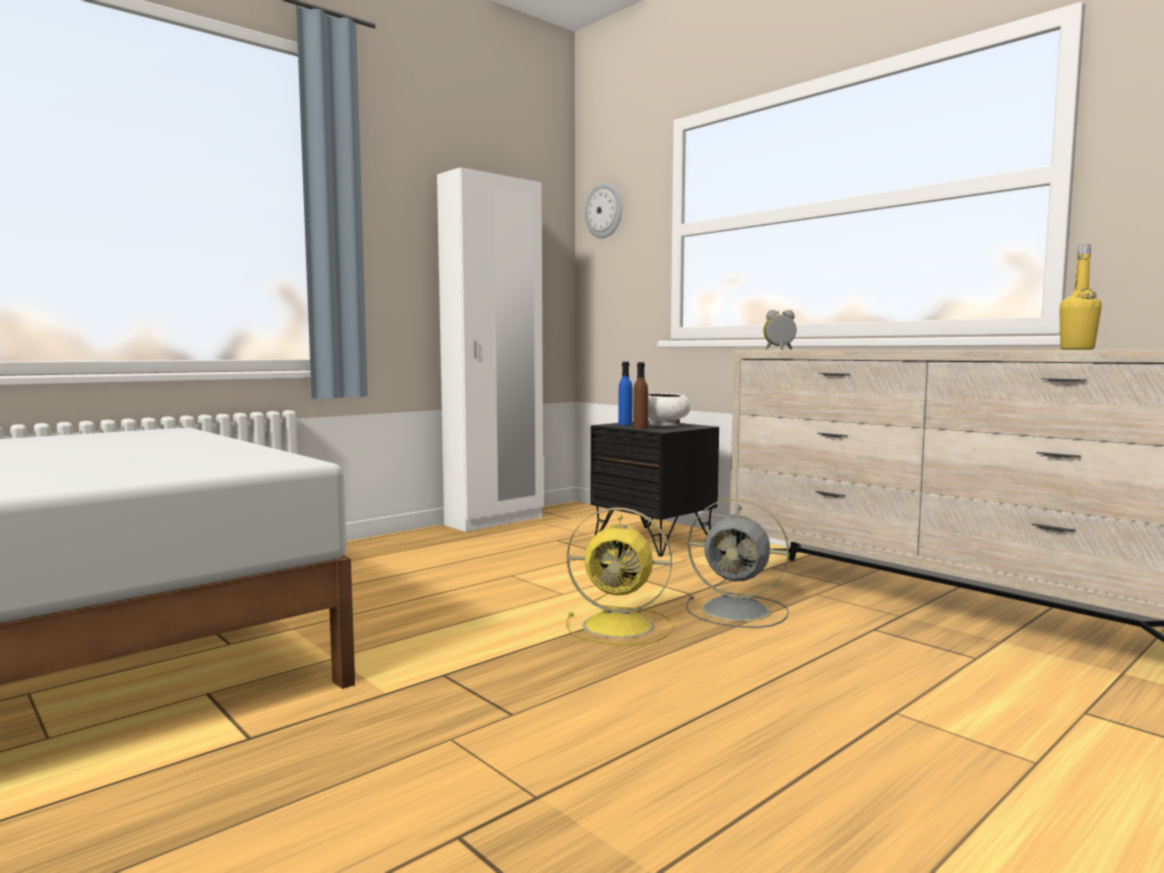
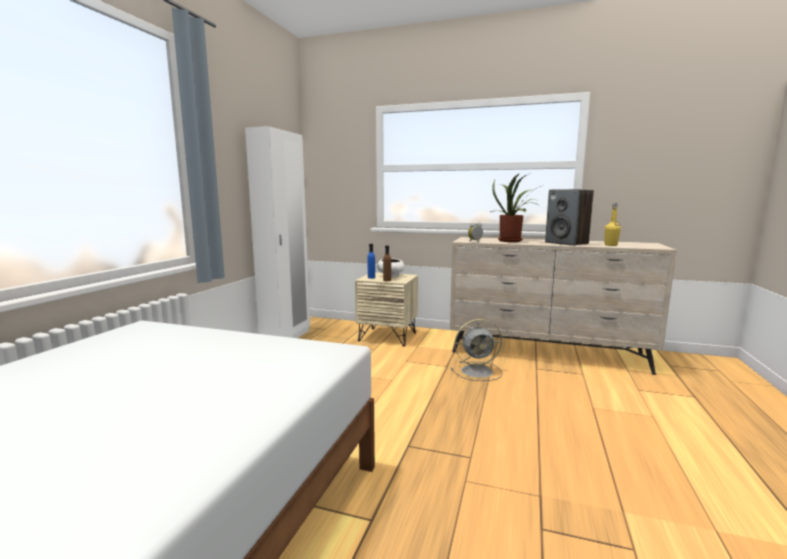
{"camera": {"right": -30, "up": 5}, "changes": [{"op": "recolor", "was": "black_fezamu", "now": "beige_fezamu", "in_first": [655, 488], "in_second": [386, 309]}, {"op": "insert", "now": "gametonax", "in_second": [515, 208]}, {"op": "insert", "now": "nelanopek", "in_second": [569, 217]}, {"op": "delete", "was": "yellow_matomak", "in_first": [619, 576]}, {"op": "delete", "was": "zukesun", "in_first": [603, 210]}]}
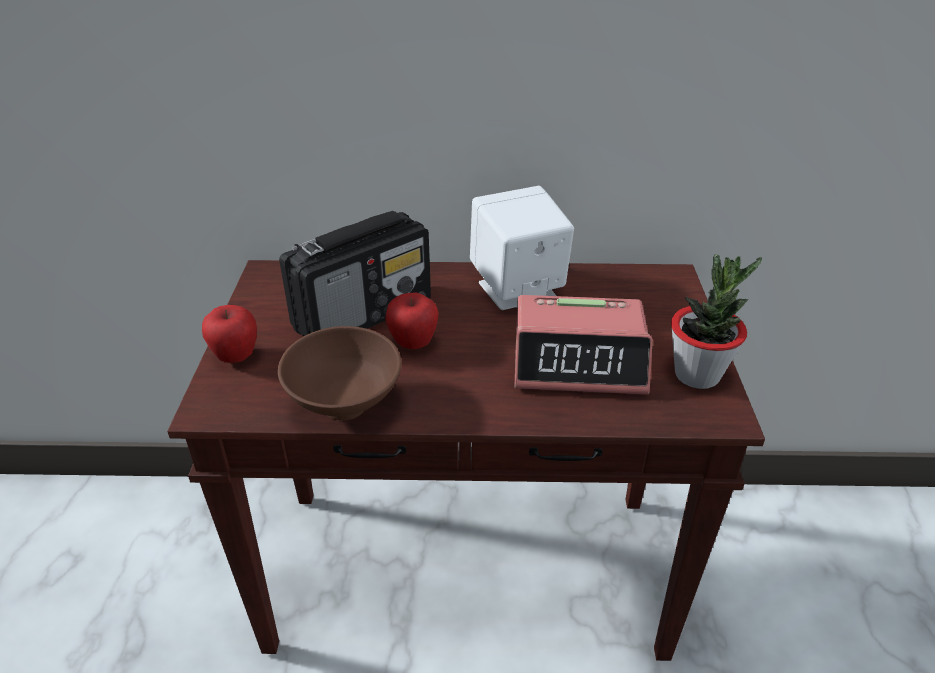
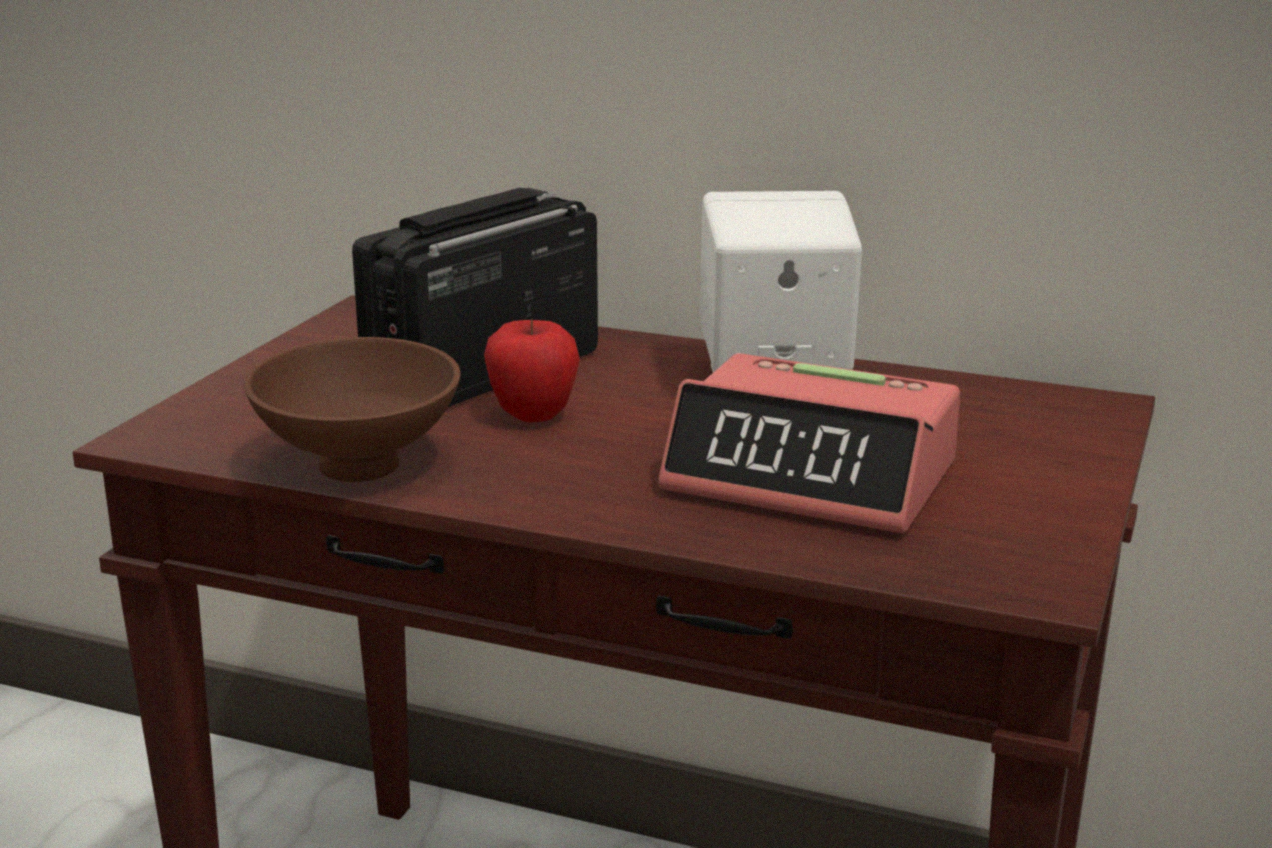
{"camera": {"right": 20, "up": -15}, "changes": [{"op": "rotate", "was": "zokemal", "in_first": [355, 273], "in_second": [475, 297], "clockwise": 150}, {"op": "delete", "was": "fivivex", "in_first": [229, 334]}, {"op": "delete", "was": "gametonax", "in_first": [716, 321]}]}
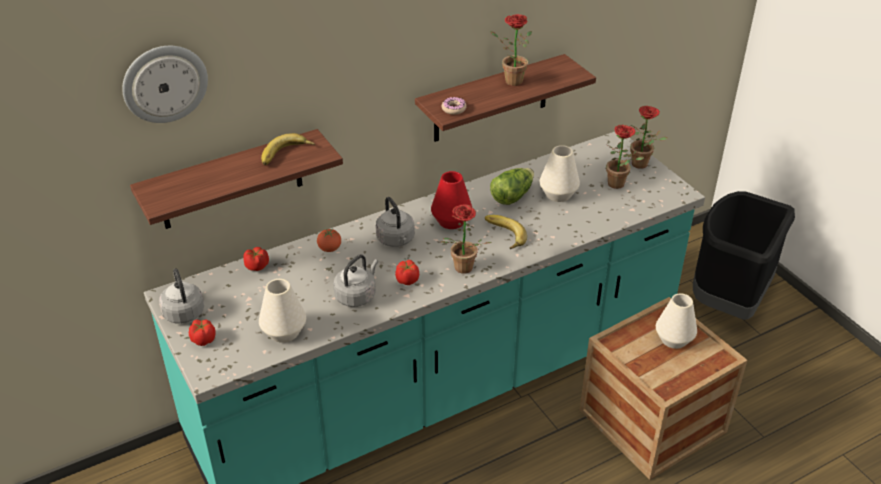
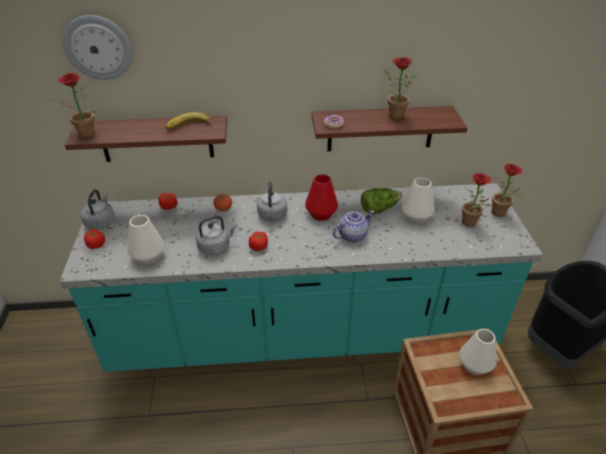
{"camera": {"right": 25, "up": 0}, "changes": [{"op": "move", "was": "gametonax", "in_first": [467, 238], "in_second": [71, 105]}, {"op": "replace", "was": "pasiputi", "now": "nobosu", "in_first": [506, 232], "in_second": [354, 226]}]}
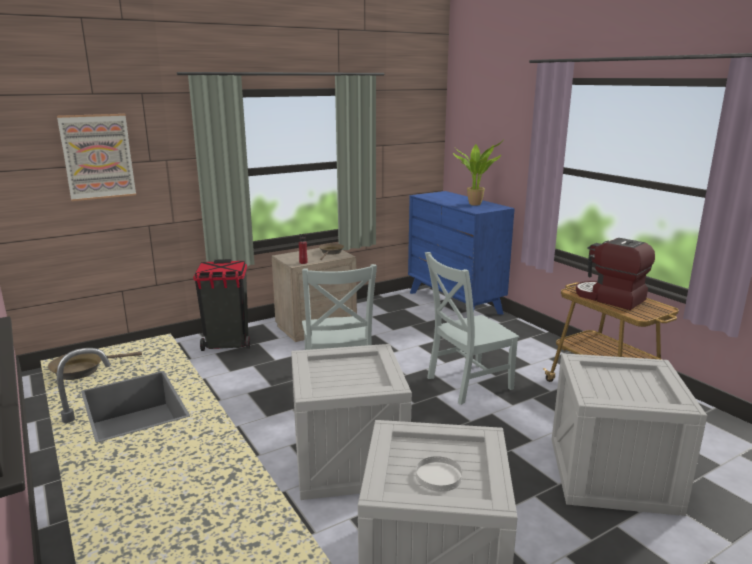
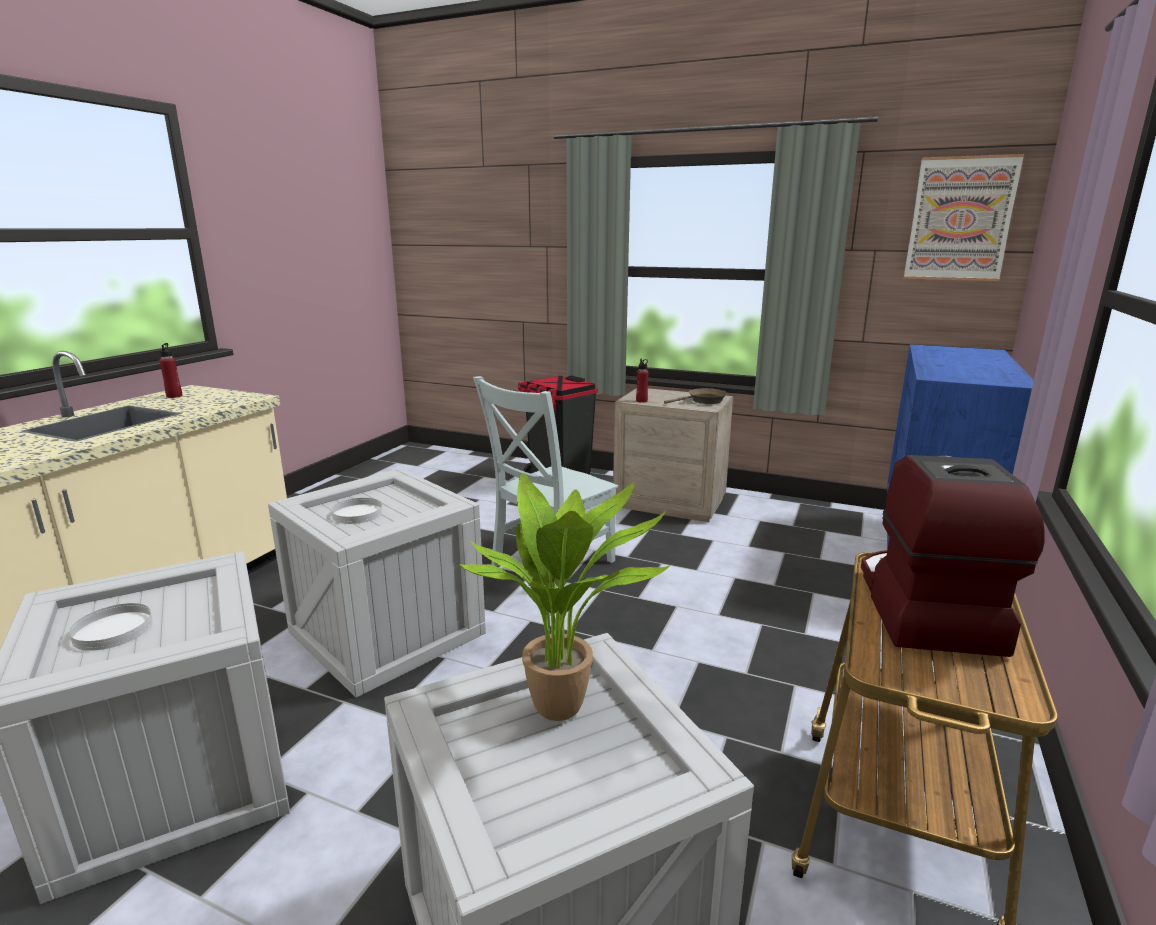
{"camera": {"right": 55, "up": 0}, "changes": [{"op": "replace", "was": "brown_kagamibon", "now": "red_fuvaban", "in_first": [95, 366], "in_second": [170, 370]}, {"op": "insert", "now": "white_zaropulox", "in_second": [357, 511]}, {"op": "move", "was": "gametonax", "in_first": [478, 172], "in_second": [563, 597]}, {"op": "move", "was": "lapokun", "in_first": [96, 157], "in_second": [964, 217]}, {"op": "delete", "was": "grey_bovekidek", "in_first": [472, 328]}]}
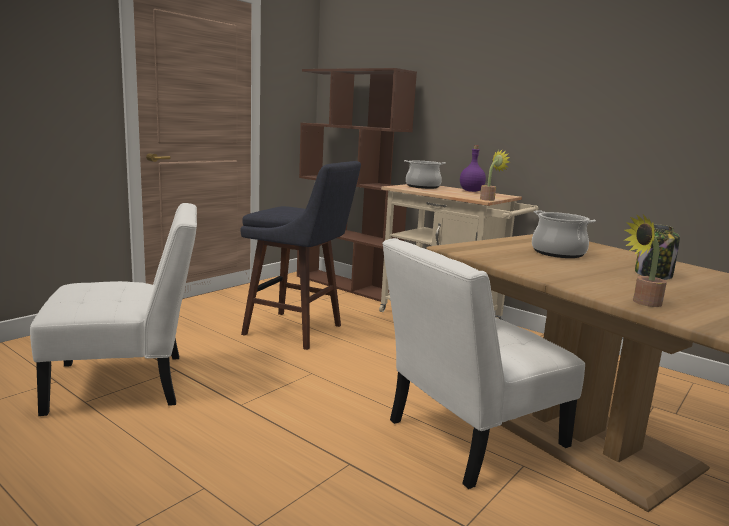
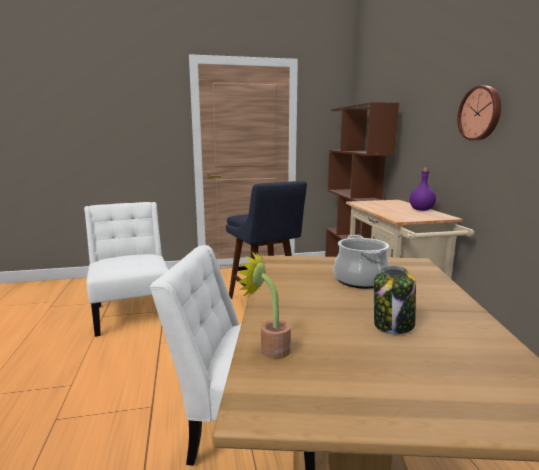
{"camera": {"right": 40, "up": 0}, "changes": [{"op": "rotate", "was": "white_bovekidek", "in_first": [113, 309], "in_second": [126, 269], "clockwise": -135}, {"op": "insert", "now": "zukesun", "in_second": [479, 113]}, {"op": "delete", "was": "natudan", "in_first": [425, 174]}, {"op": "delete", "was": "gametonax", "in_first": [495, 175]}]}
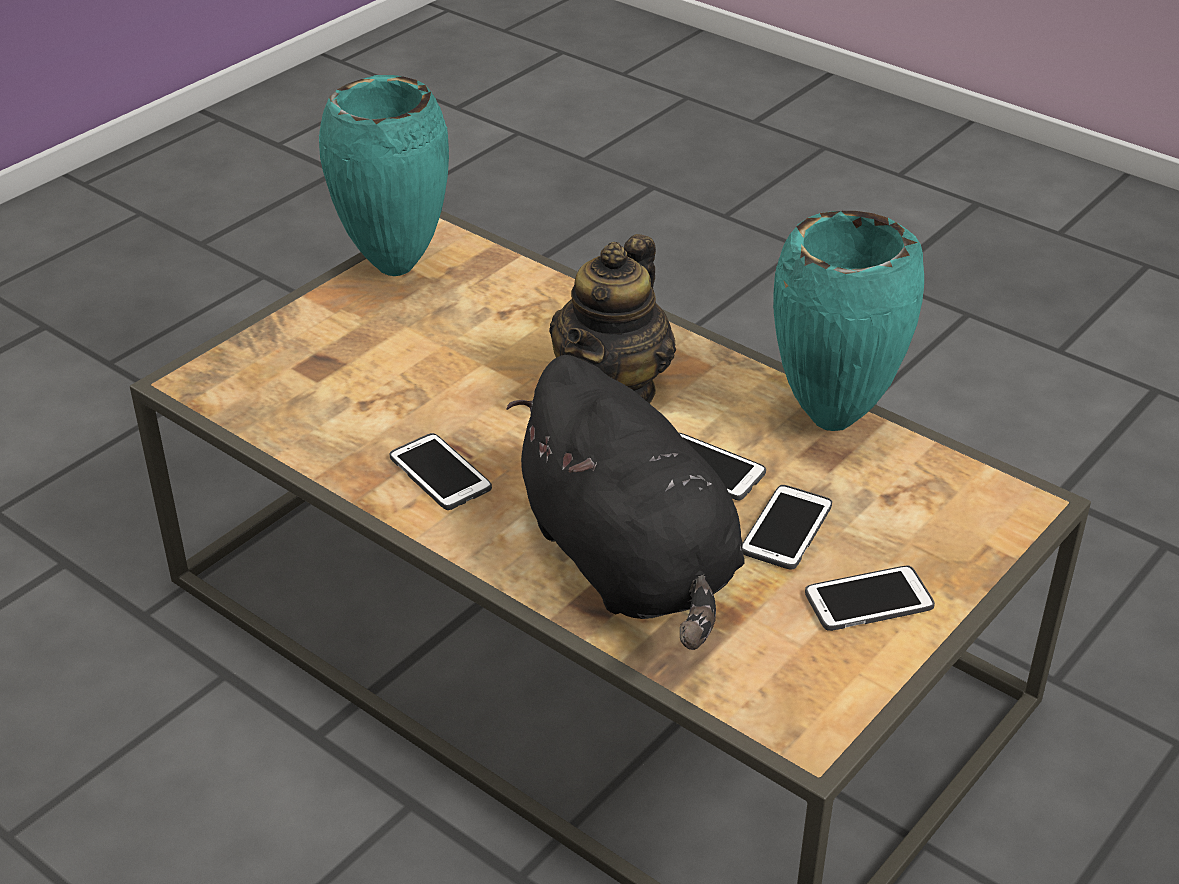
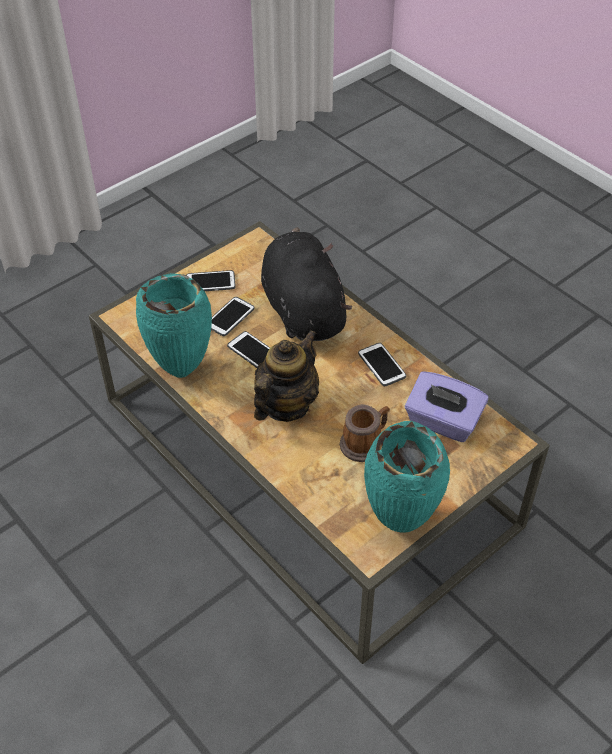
{"camera": {"right": -170, "up": 10}, "changes": [{"op": "insert", "now": "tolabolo", "in_second": [365, 433]}, {"op": "insert", "now": "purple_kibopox", "in_second": [447, 406]}]}
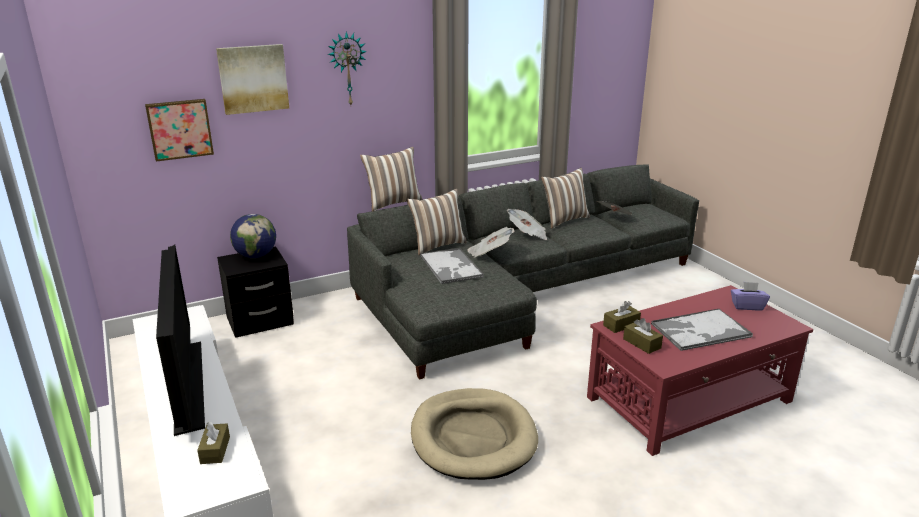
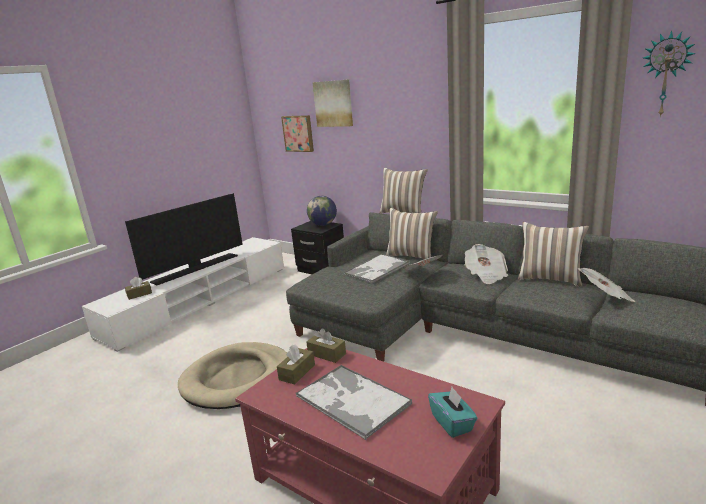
{"camera": {"right": 65, "up": -5}, "changes": [{"op": "recolor", "was": "purple_kibopox", "now": "turquoise_kibopox", "in_first": [750, 296], "in_second": [452, 412]}, {"op": "move", "was": "zukesun", "in_first": [347, 68], "in_second": [669, 74]}]}
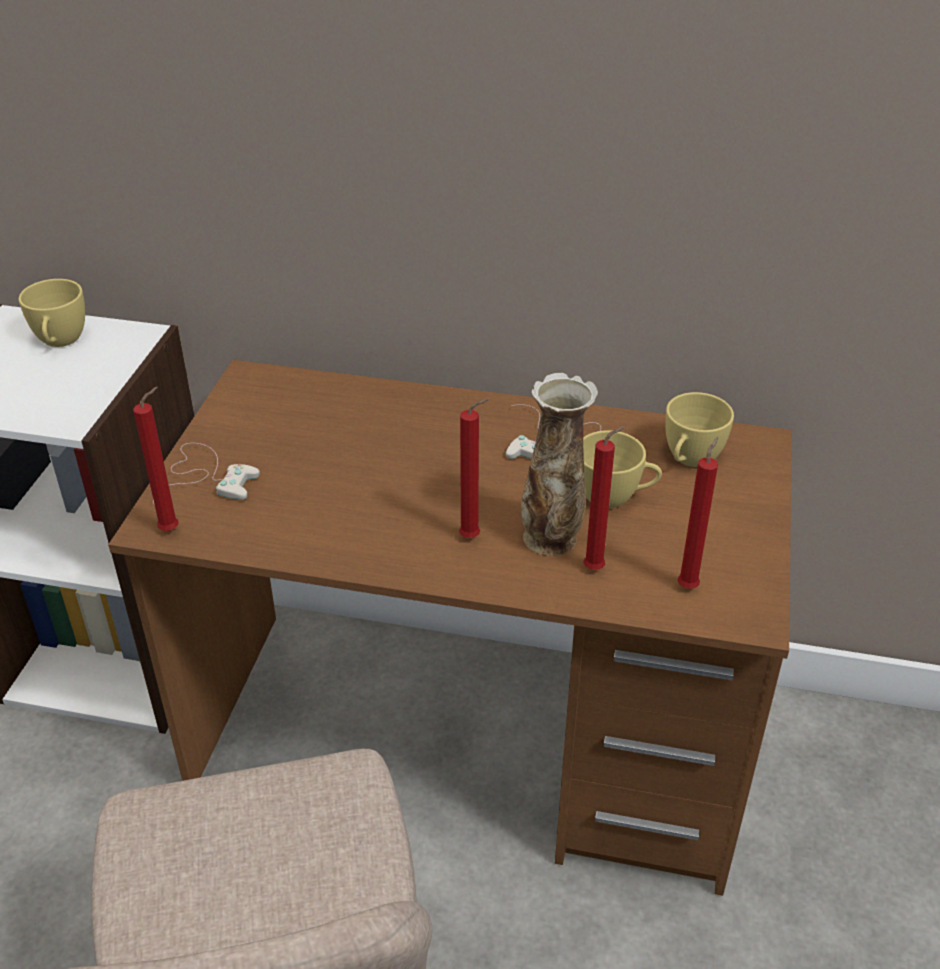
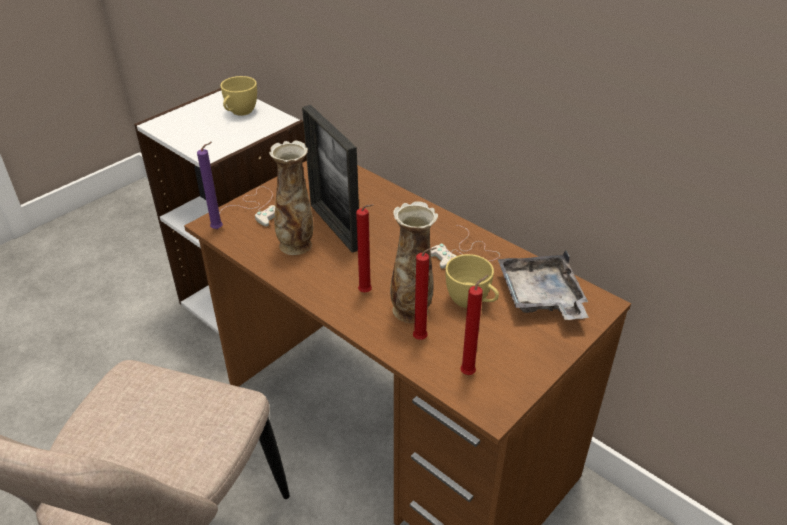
{"camera": {"right": 30, "up": 0}, "changes": [{"op": "recolor", "was": "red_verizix", "now": "purple_verizix", "in_first": [156, 459], "in_second": [210, 185]}, {"op": "insert", "now": "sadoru", "in_second": [291, 198]}, {"op": "insert", "now": "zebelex", "in_second": [330, 179]}, {"op": "replace", "was": "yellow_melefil", "now": "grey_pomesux", "in_first": [699, 429], "in_second": [543, 285]}]}
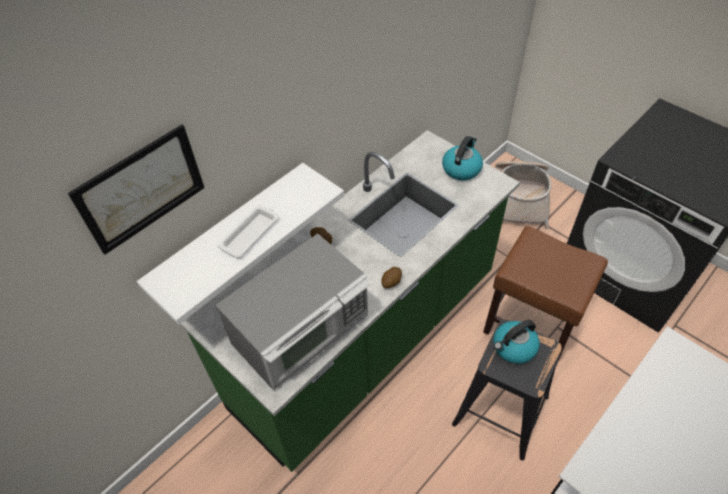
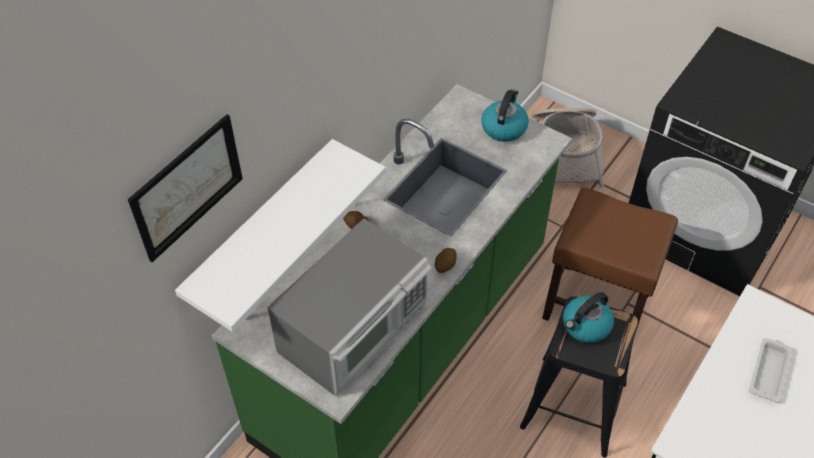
{"camera": {"right": -10, "up": 0}, "changes": [{"op": "move", "was": "white_pomesux", "in_first": [248, 231], "in_second": [771, 370]}]}
